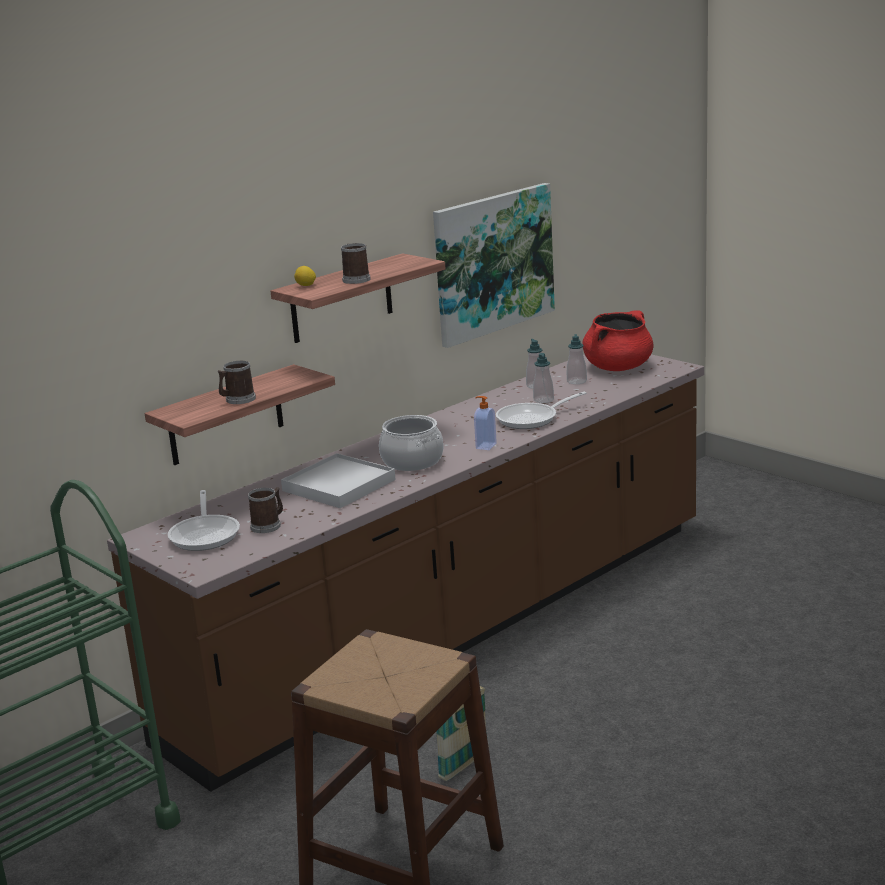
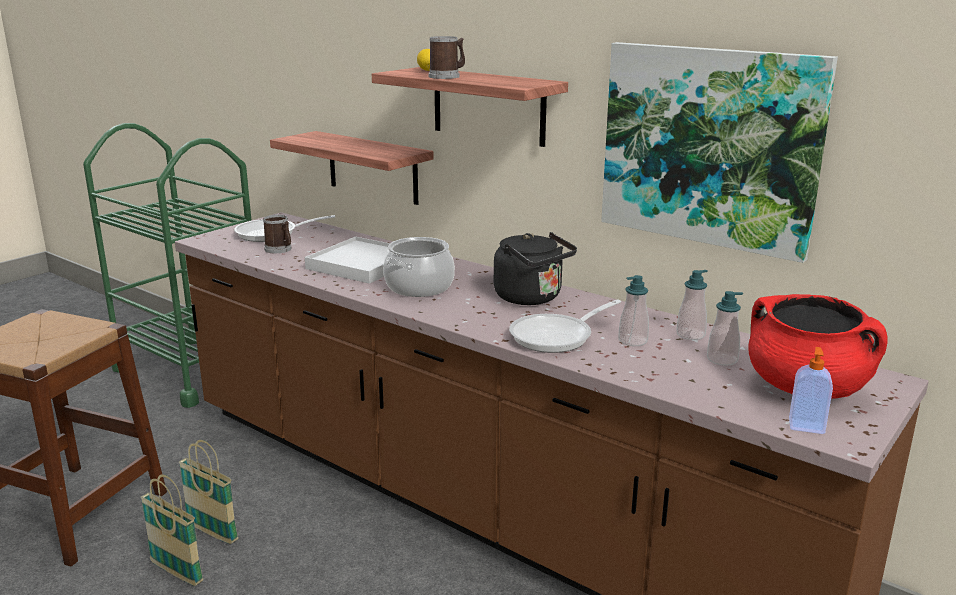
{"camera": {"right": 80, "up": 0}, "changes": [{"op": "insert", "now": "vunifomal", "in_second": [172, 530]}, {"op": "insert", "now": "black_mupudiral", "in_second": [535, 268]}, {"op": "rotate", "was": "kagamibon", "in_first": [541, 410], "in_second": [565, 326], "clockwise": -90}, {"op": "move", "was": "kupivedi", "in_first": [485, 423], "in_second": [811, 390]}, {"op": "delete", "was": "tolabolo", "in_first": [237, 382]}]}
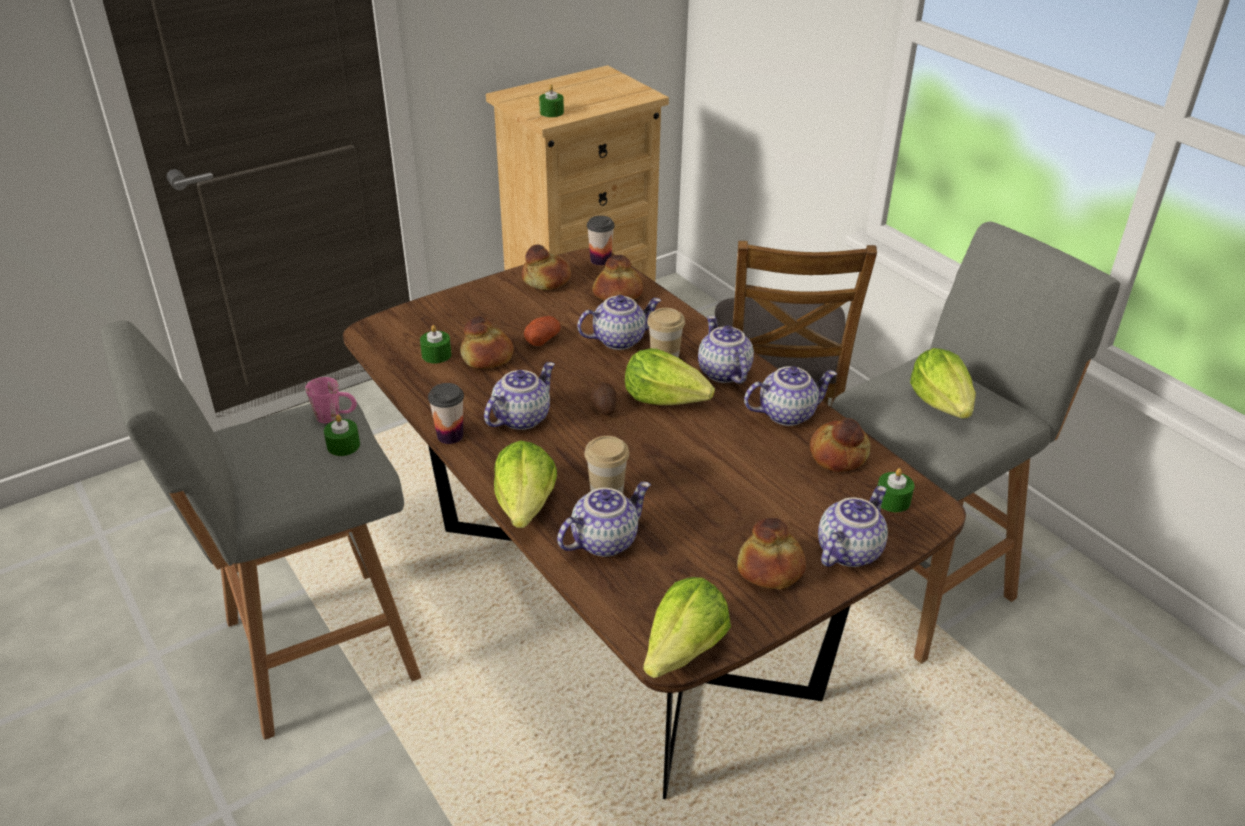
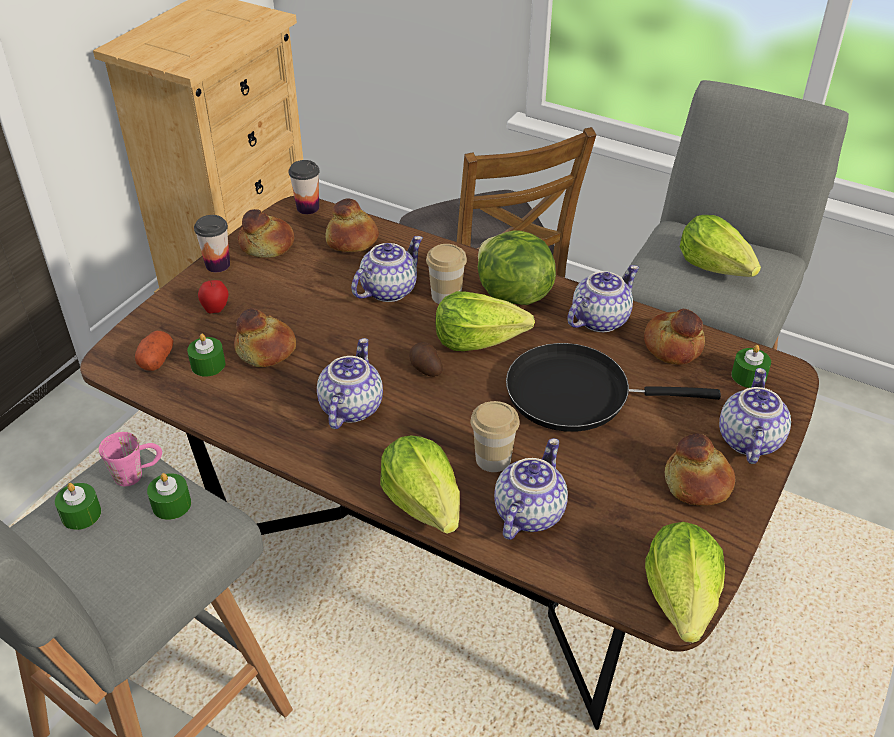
{"camera": {"right": -25, "up": 5}, "changes": [{"op": "move", "was": "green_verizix", "in_first": [551, 100], "in_second": [78, 506]}, {"op": "move", "was": "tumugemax", "in_first": [542, 331], "in_second": [154, 351]}, {"op": "move", "was": "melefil", "in_first": [446, 413], "in_second": [212, 243]}, {"op": "insert", "now": "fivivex", "in_second": [213, 296]}, {"op": "replace", "was": "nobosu", "now": "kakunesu", "in_first": [726, 350], "in_second": [517, 267]}, {"op": "insert", "now": "black_kagamibon", "in_second": [613, 387]}]}
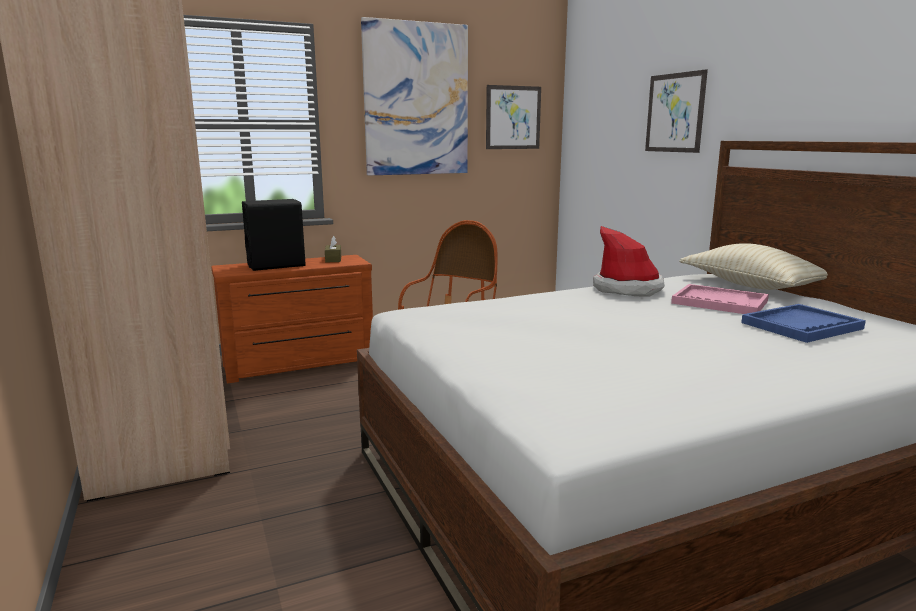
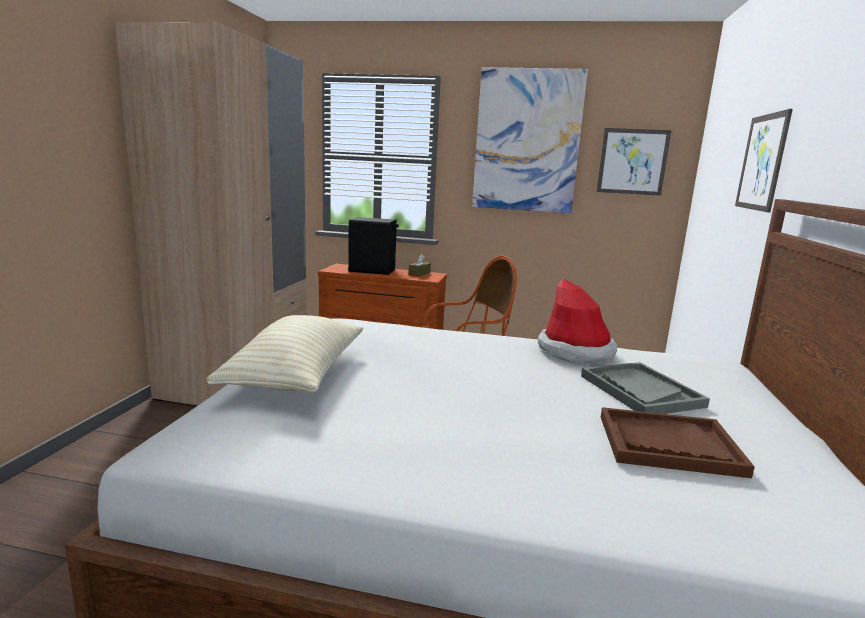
{"camera": {"right": 35, "up": 0}, "changes": [{"op": "move", "was": "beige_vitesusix", "in_first": [753, 266], "in_second": [285, 353]}, {"op": "recolor", "was": "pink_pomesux", "now": "grey_pomesux", "in_first": [720, 299], "in_second": [645, 388]}, {"op": "recolor", "was": "blue_pomesux", "now": "brown_pomesux", "in_first": [803, 323], "in_second": [678, 442]}]}
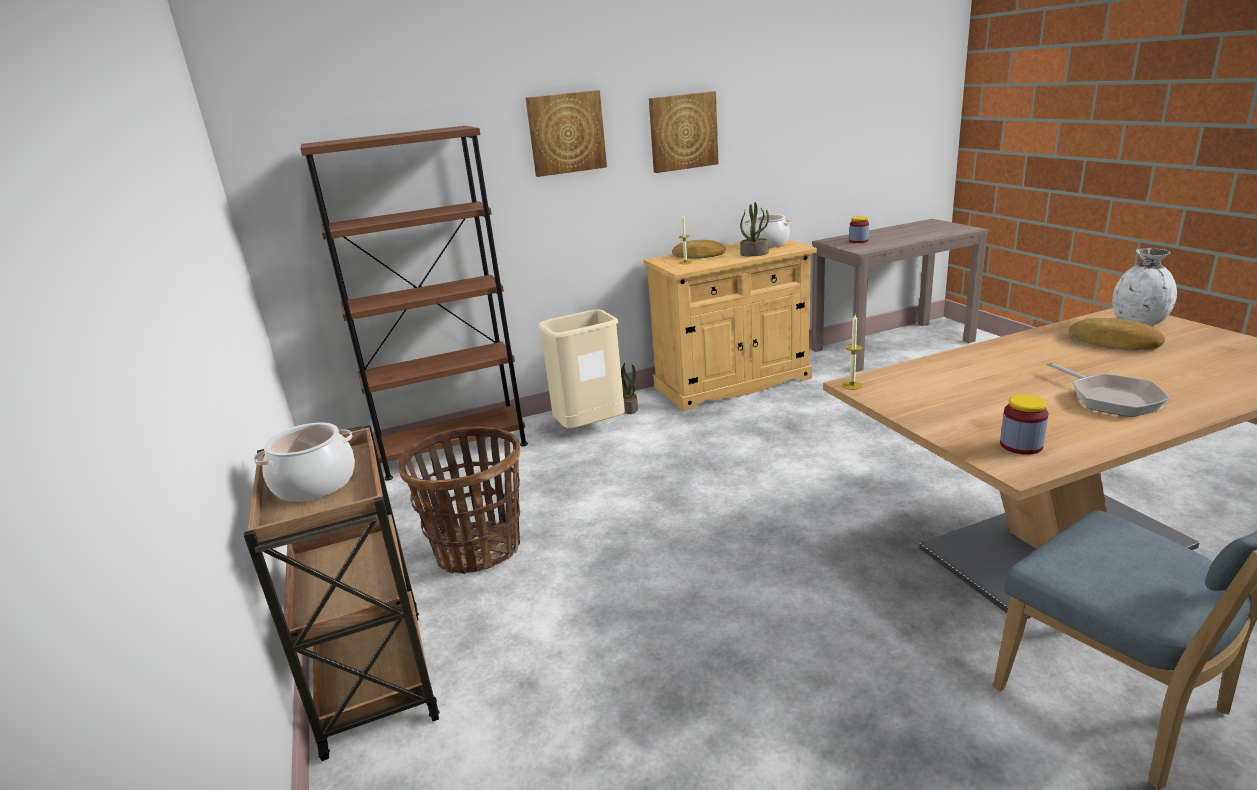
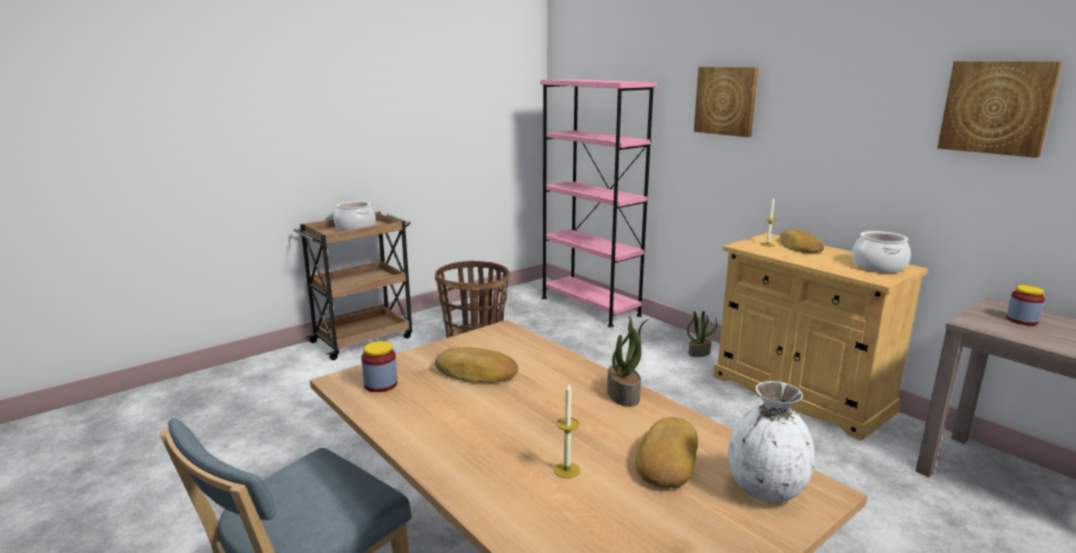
{"camera": {"right": 70, "up": -5}, "changes": [{"op": "insert", "now": "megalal", "in_second": [476, 365]}, {"op": "recolor", "was": "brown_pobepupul", "now": "pink_pobepupul", "in_first": [414, 303], "in_second": [598, 203]}, {"op": "move", "was": "verizix", "in_first": [852, 352], "in_second": [567, 430]}, {"op": "move", "was": "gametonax", "in_first": [754, 229], "in_second": [627, 361]}, {"op": "move", "was": "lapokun", "in_first": [683, 132], "in_second": [1000, 109]}, {"op": "delete", "was": "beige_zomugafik", "in_first": [581, 369]}, {"op": "delete", "was": "kagamibon", "in_first": [1108, 389]}]}
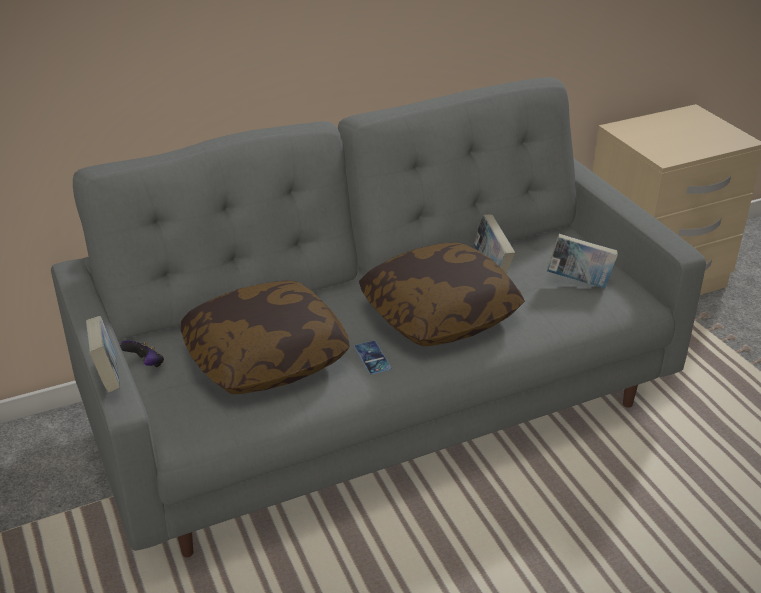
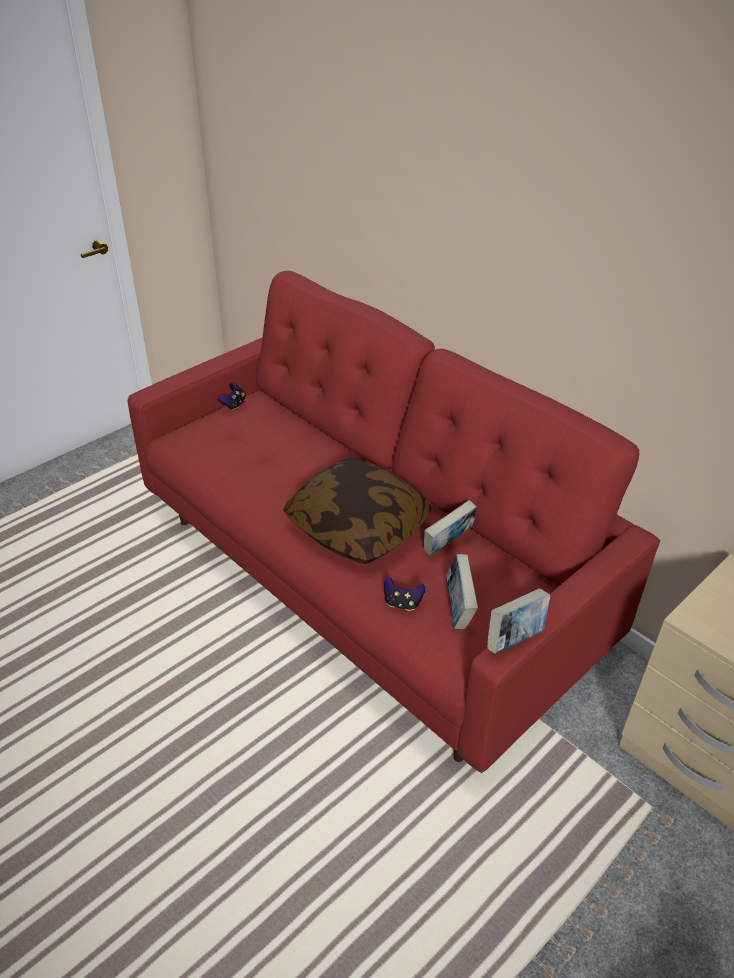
{"camera": {"right": 70, "up": 5}, "changes": [{"op": "recolor", "was": "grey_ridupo", "now": "red_ridupo", "in_first": [378, 317], "in_second": [393, 522]}, {"op": "insert", "now": "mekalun", "in_second": [405, 594]}, {"op": "move", "was": "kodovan", "in_first": [103, 354], "in_second": [518, 621]}, {"op": "delete", "was": "vitesusix", "in_first": [265, 337]}, {"op": "delete", "was": "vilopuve", "in_first": [372, 358]}]}
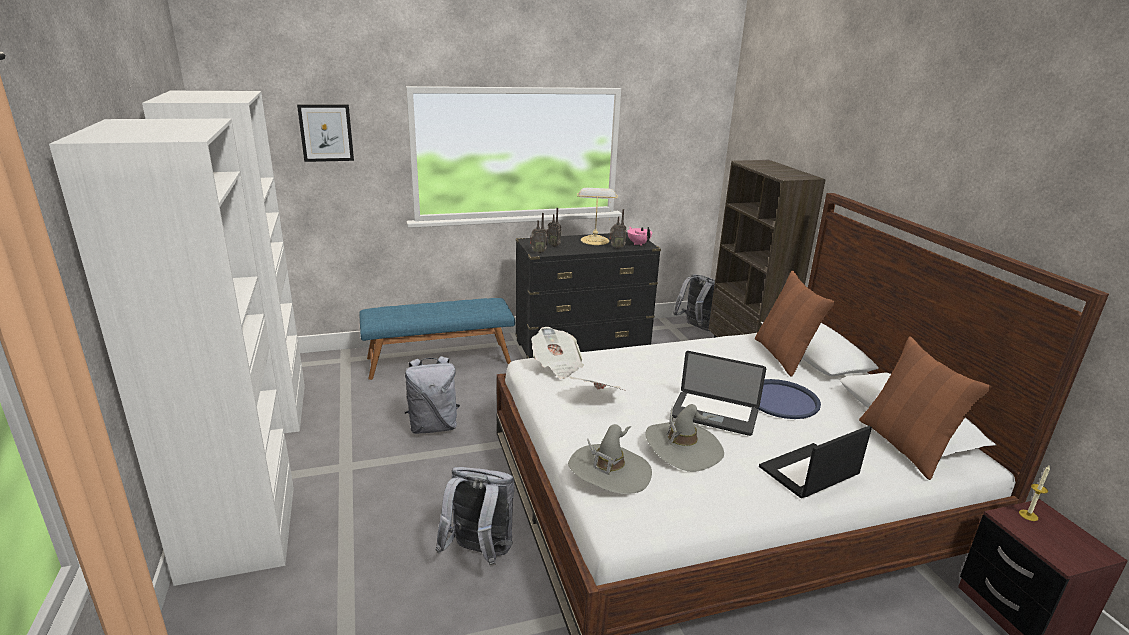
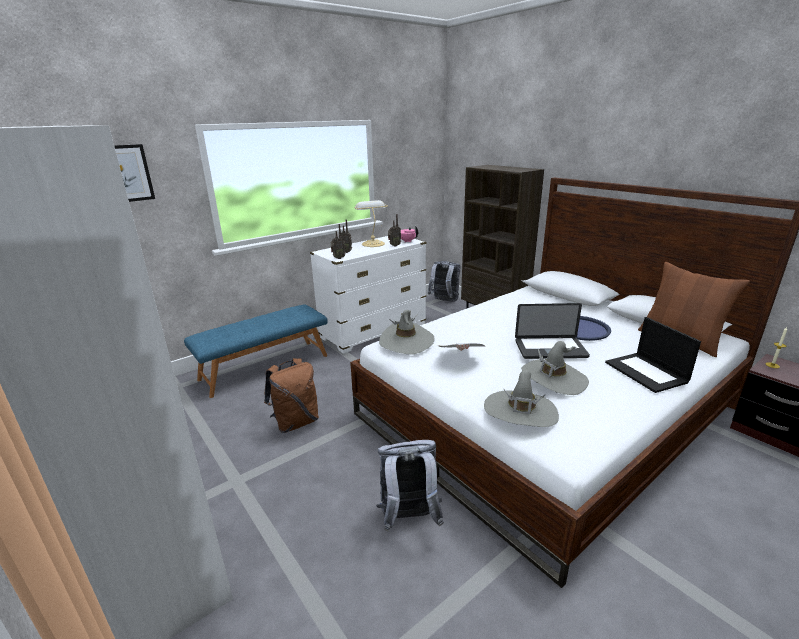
{"camera": {"right": -20, "up": 0}, "changes": [{"op": "recolor", "was": "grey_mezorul", "now": "brown_mezorul", "in_first": [432, 395], "in_second": [291, 395]}, {"op": "recolor", "was": "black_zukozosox", "now": "white_zukozosox", "in_first": [588, 295], "in_second": [368, 295]}, {"op": "replace", "was": "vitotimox", "now": "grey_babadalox", "in_first": [557, 353], "in_second": [407, 332]}, {"op": "rotate", "was": "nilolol", "in_first": [815, 462], "in_second": [653, 355], "clockwise": -60}, {"op": "delete", "was": "brown_vitesusix", "in_first": [795, 323]}]}
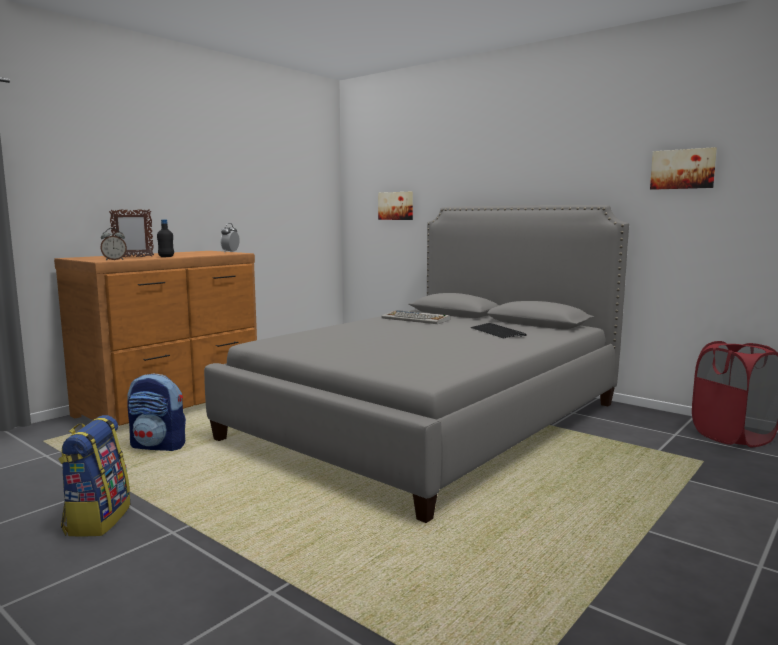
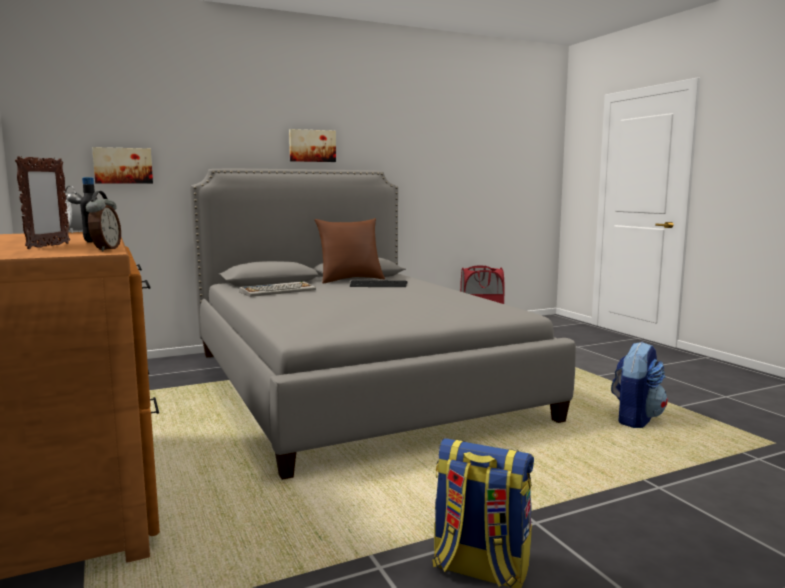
{"camera": {"right": -65, "up": 0}, "changes": [{"op": "move", "was": "lapokun", "in_first": [683, 168], "in_second": [312, 145]}, {"op": "insert", "now": "brown_vitesusix", "in_second": [349, 251]}, {"op": "move", "was": "mezorul", "in_first": [156, 412], "in_second": [639, 385]}]}
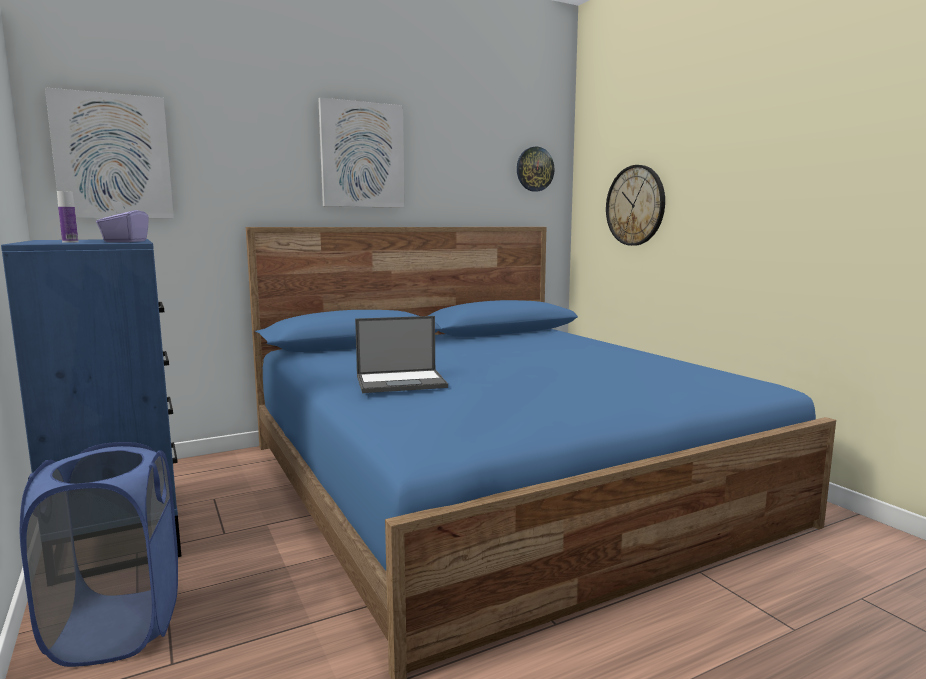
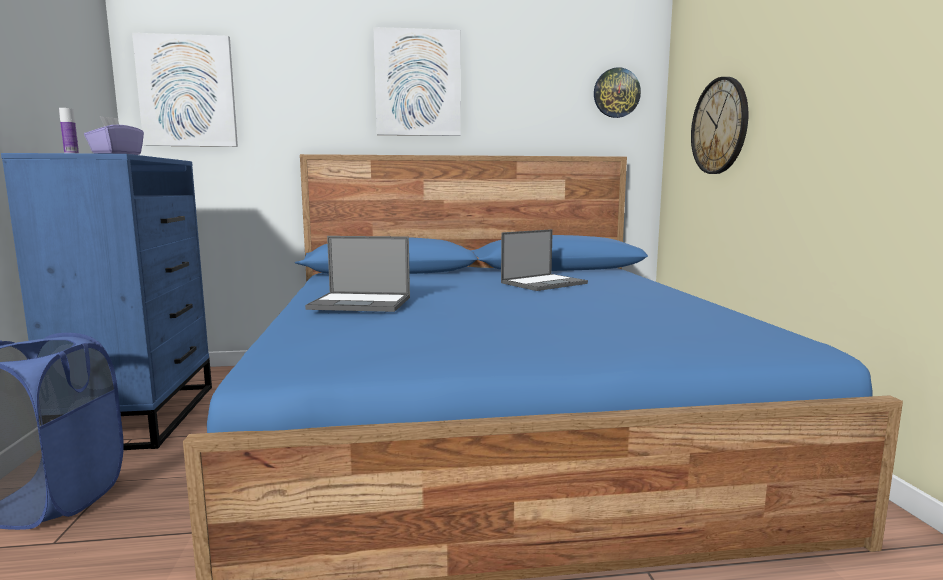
{"camera": {"right": 20, "up": 0}, "changes": [{"op": "insert", "now": "nilolol", "in_second": [544, 260]}]}
